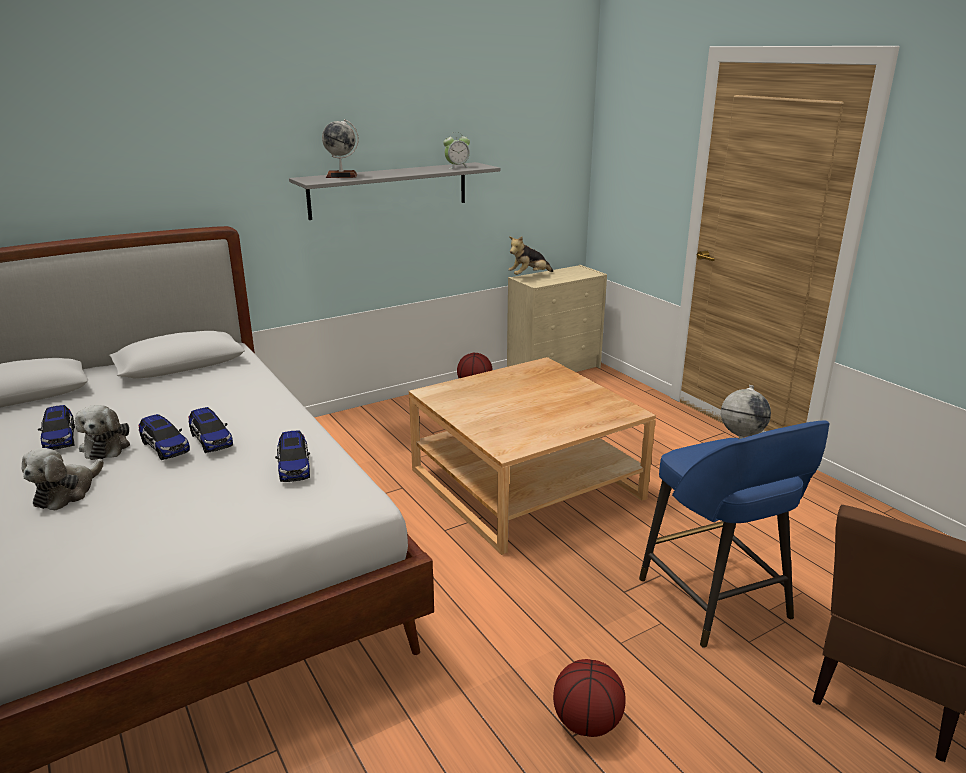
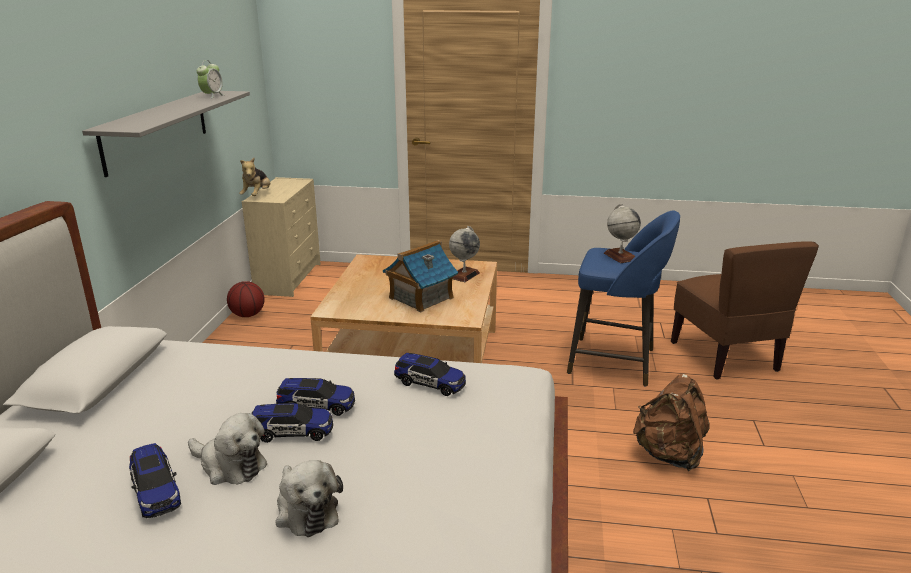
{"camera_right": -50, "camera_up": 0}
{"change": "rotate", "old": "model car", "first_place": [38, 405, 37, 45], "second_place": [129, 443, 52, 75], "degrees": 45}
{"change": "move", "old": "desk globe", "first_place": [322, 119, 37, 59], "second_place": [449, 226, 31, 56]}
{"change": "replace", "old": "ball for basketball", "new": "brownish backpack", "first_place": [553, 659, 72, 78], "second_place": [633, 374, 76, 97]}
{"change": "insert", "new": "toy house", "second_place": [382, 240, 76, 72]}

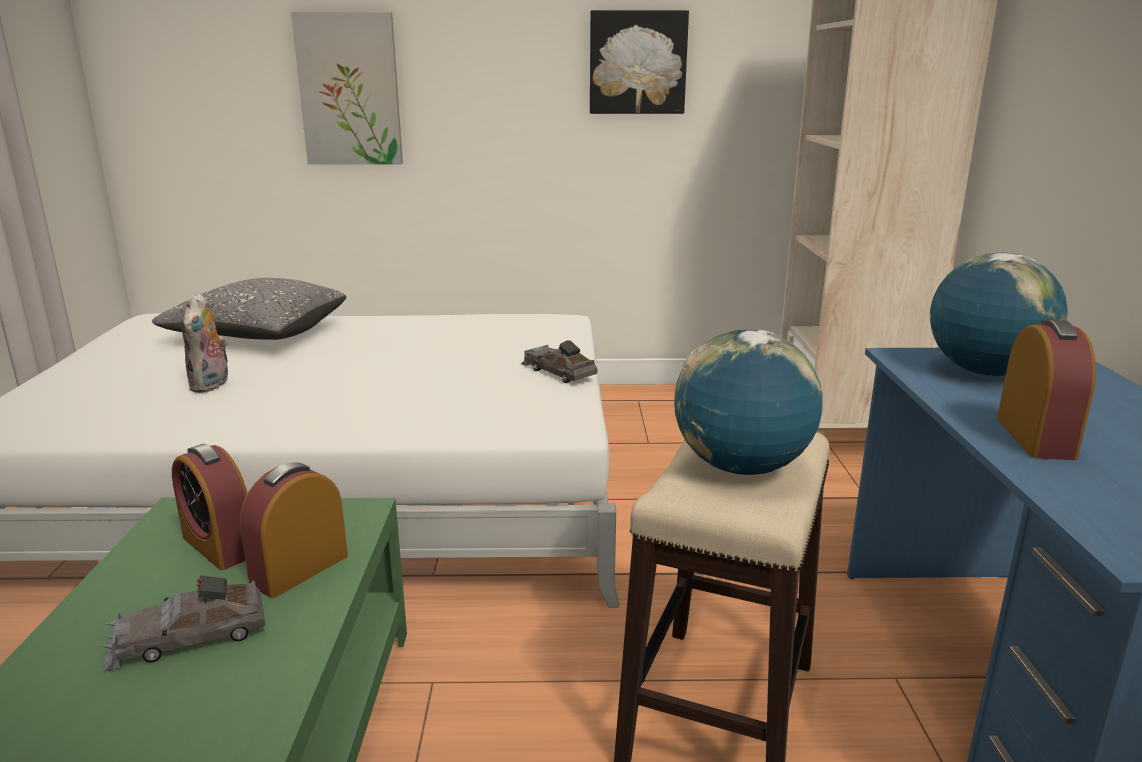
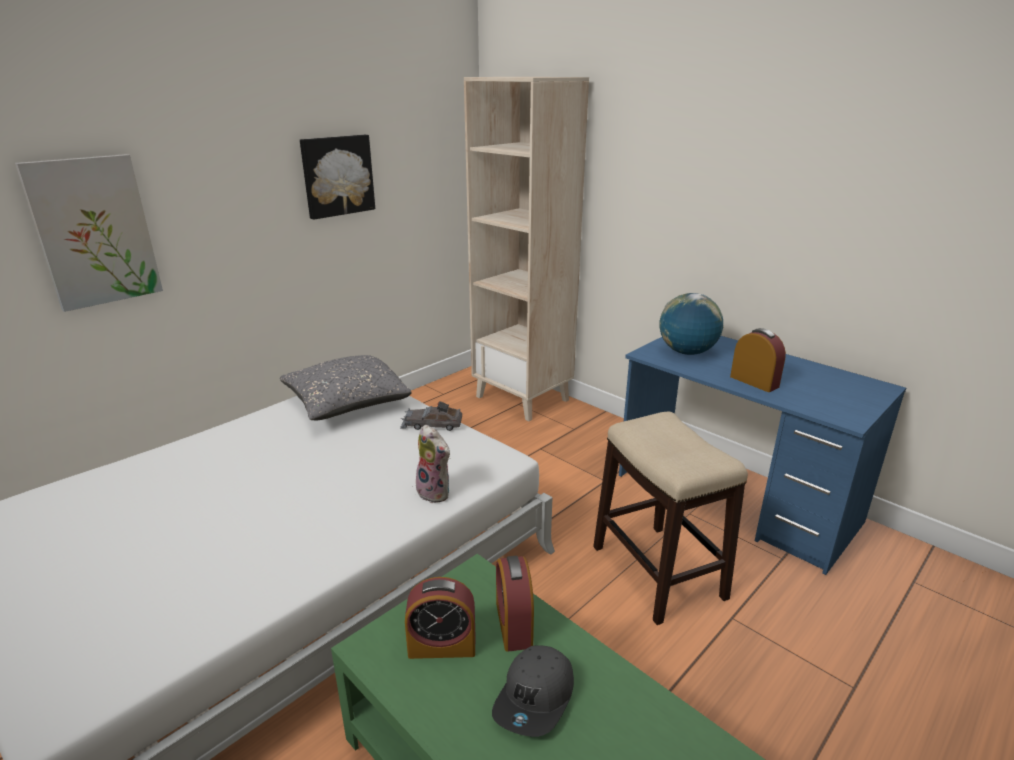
{"camera_right": -45, "camera_up": 5}
{"change": "replace", "old": "gray model car", "new": "gray baseball cap", "first_place": [101, 575, 164, 97], "second_place": [492, 645, 82, 92]}
{"change": "move", "old": "gray cushion", "first_place": [152, 278, 194, 62], "second_place": [280, 355, 132, 65]}
{"change": "move", "old": "soft toy", "first_place": [182, 293, 46, 100], "second_place": [416, 425, 34, 78]}
{"change": "delete", "old": "desk globe", "first_place": [674, 329, 149, 146]}

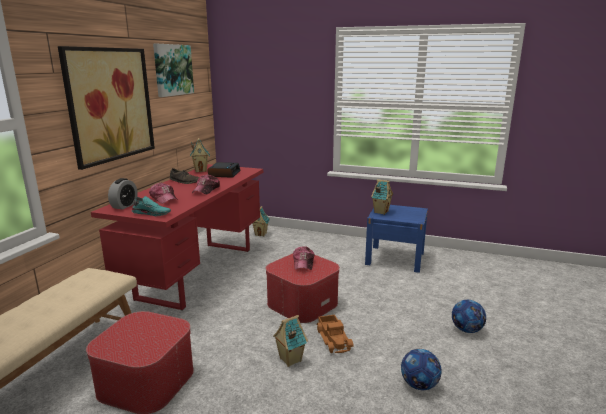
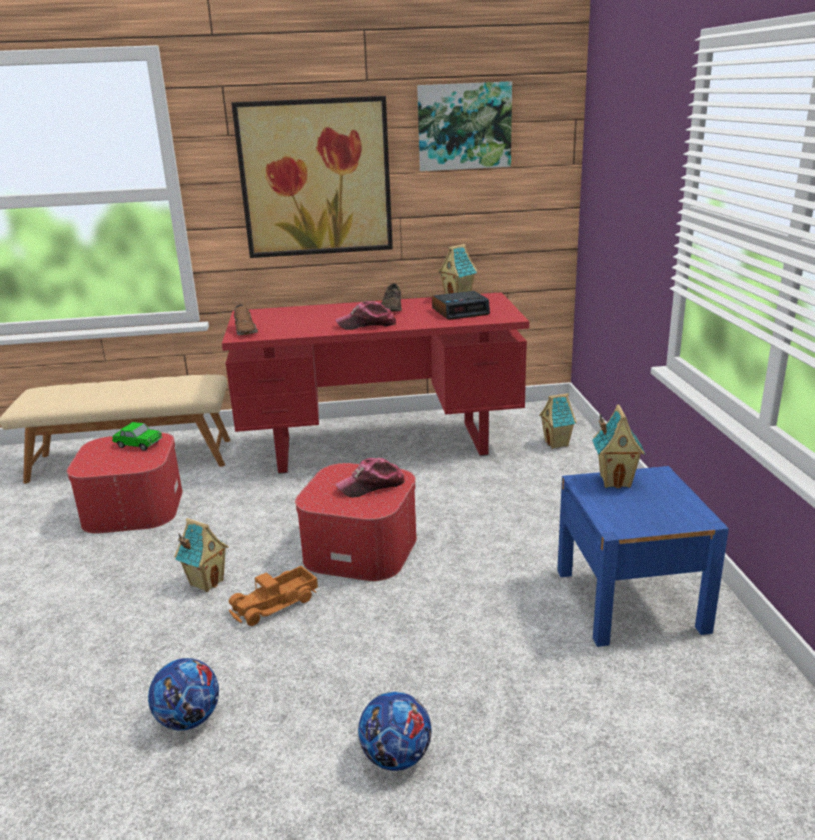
{"camera_right": 65, "camera_up": 5}
{"change": "delete", "old": "table clock", "first_place": [108, 178, 30, 31]}
{"change": "recolor", "old": "blue-green low shoe", "new": "brownish low shoe", "first_place": [132, 196, 39, 20], "second_place": [233, 304, 25, 31]}
{"change": "delete", "old": "baseball cap", "first_place": [149, 182, 29, 22]}
{"change": "insert", "new": "model car", "second_place": [112, 422, 51, 29]}

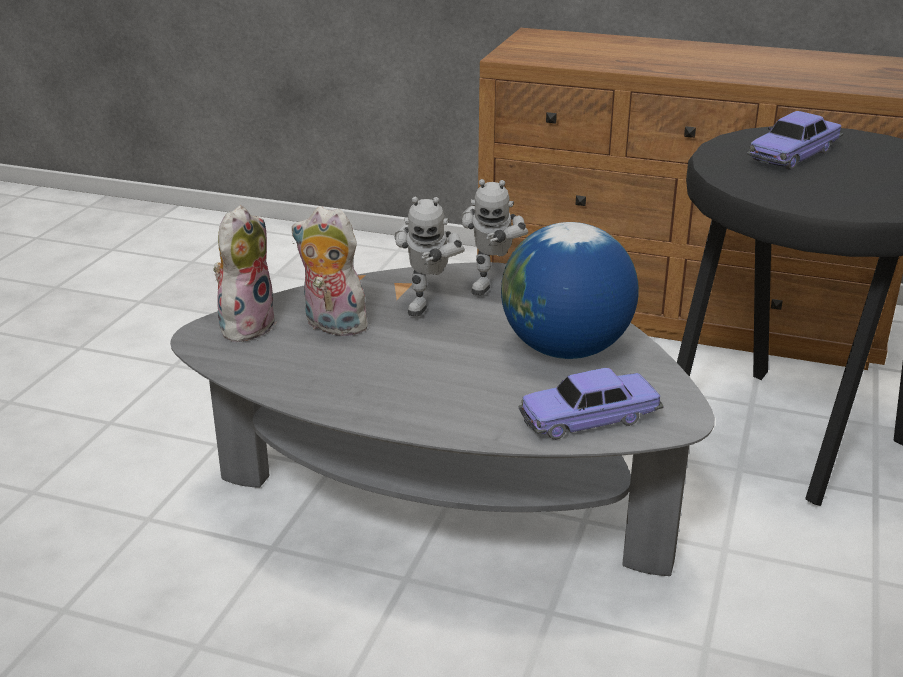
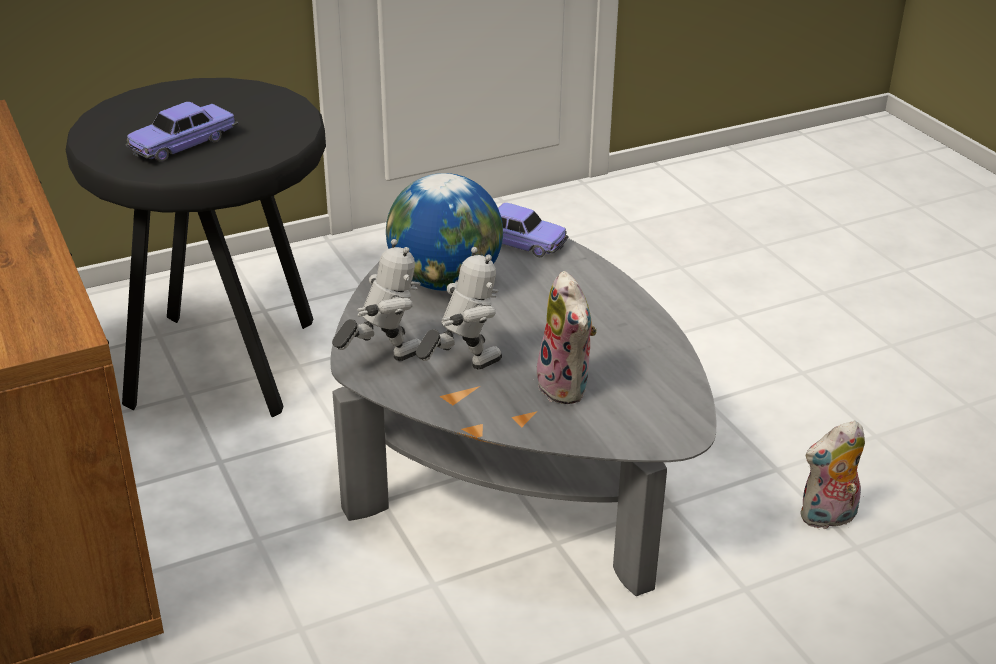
{"camera_right": -135, "camera_up": 5}
{"change": "move", "old": "soft toy", "first_place": [213, 205, 64, 137], "second_place": [801, 421, 64, 108]}
{"change": "rotate", "old": "model car", "first_place": [747, 111, 96, 59], "second_place": [125, 102, 113, 60], "degrees": 135}

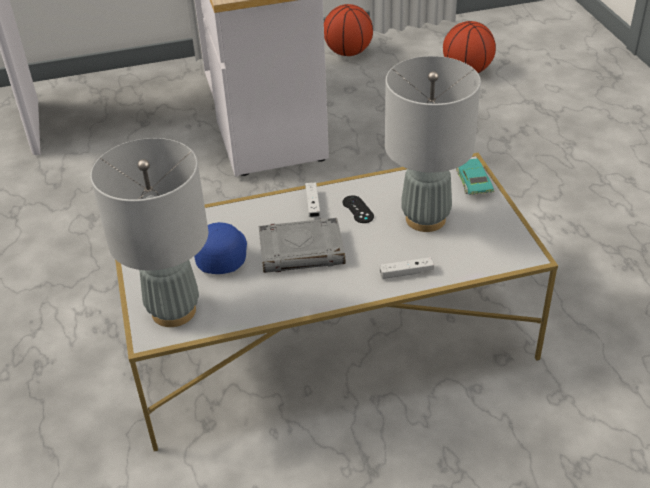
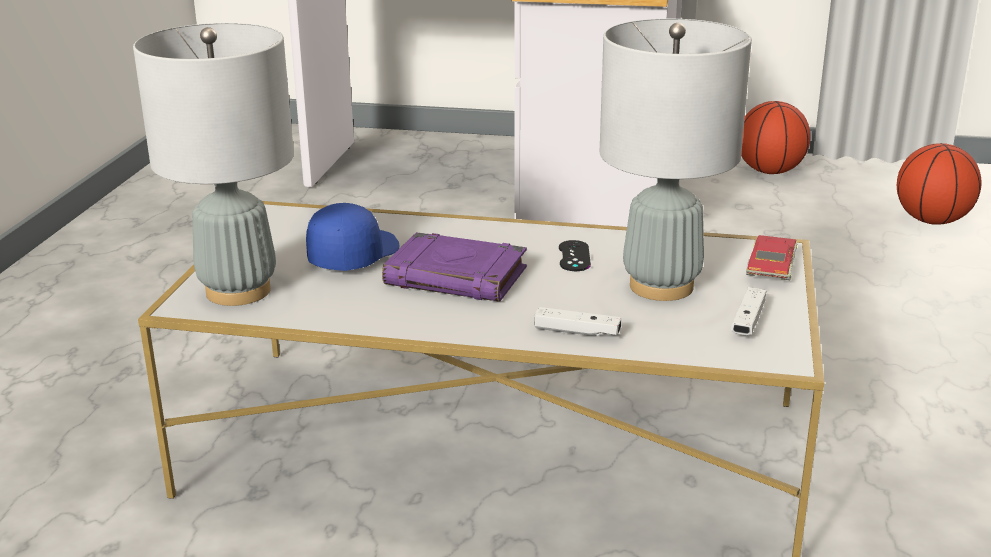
{"camera_right": 25, "camera_up": -15}
{"change": "recolor", "old": "gray book", "new": "purple-coloured book", "first_place": [259, 218, 86, 55], "second_place": [382, 232, 145, 70]}
{"change": "move", "old": "white gamepad", "first_place": [305, 182, 16, 35], "second_place": [731, 287, 35, 48]}
{"change": "recolor", "old": "blue-green model car", "new": "reddish model car", "first_place": [456, 159, 38, 36], "second_place": [746, 235, 51, 45]}

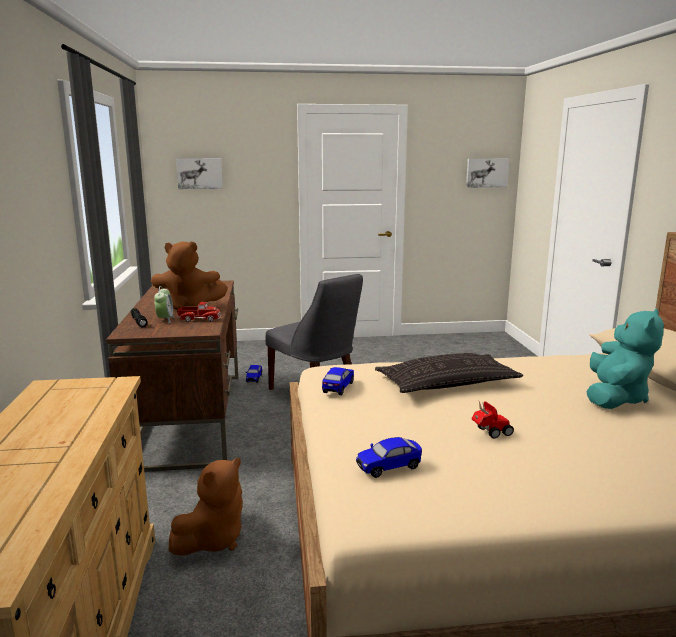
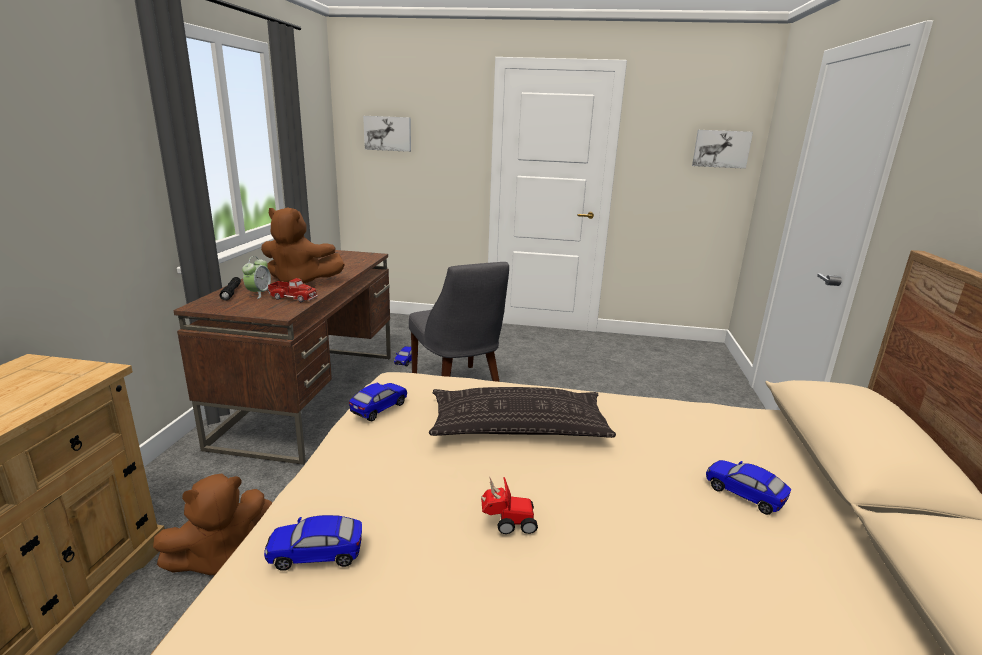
{"camera_right": 15, "camera_up": 5}
{"change": "replace", "old": "blue-green soft toy", "new": "model car", "first_place": [587, 308, 77, 101], "second_place": [706, 460, 85, 55]}

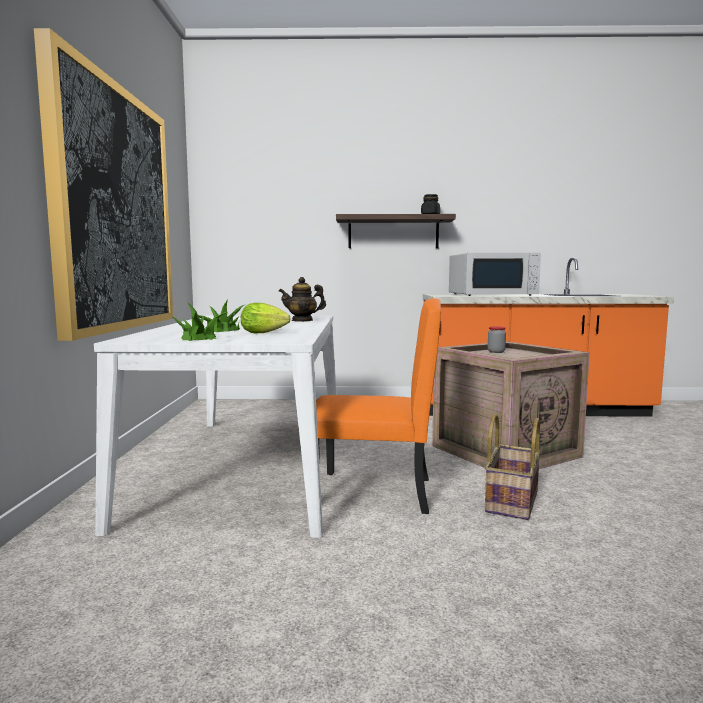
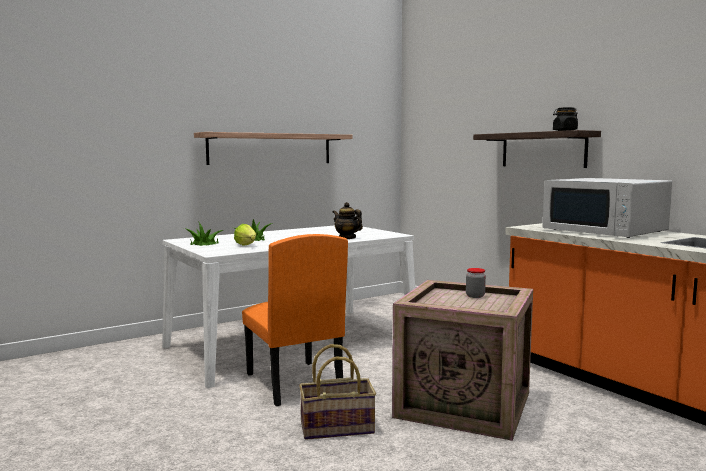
{"camera_right": 55, "camera_up": 0}
{"change": "replace", "old": "picture", "new": "wall shelf", "first_place": [34, 28, 139, 313], "second_place": [194, 132, 158, 33]}

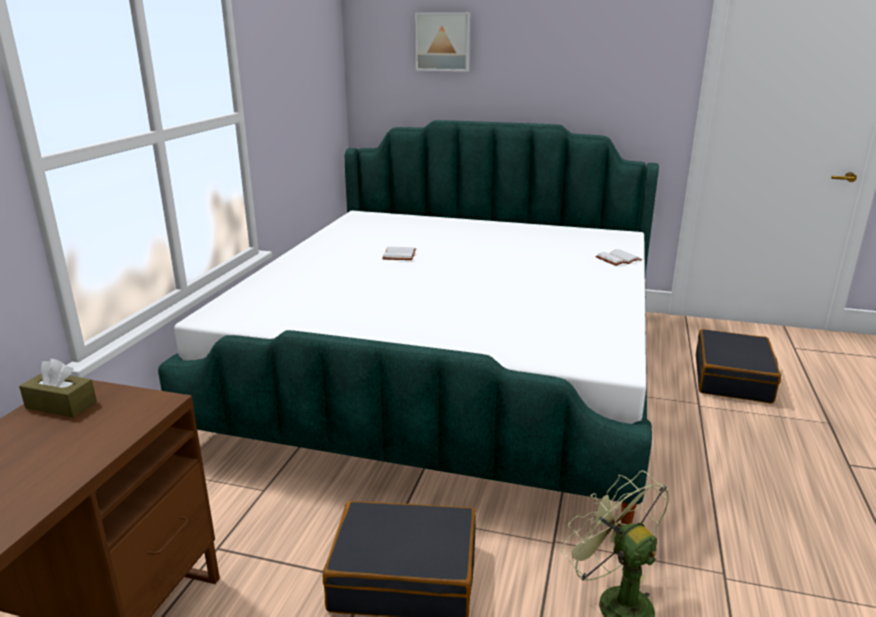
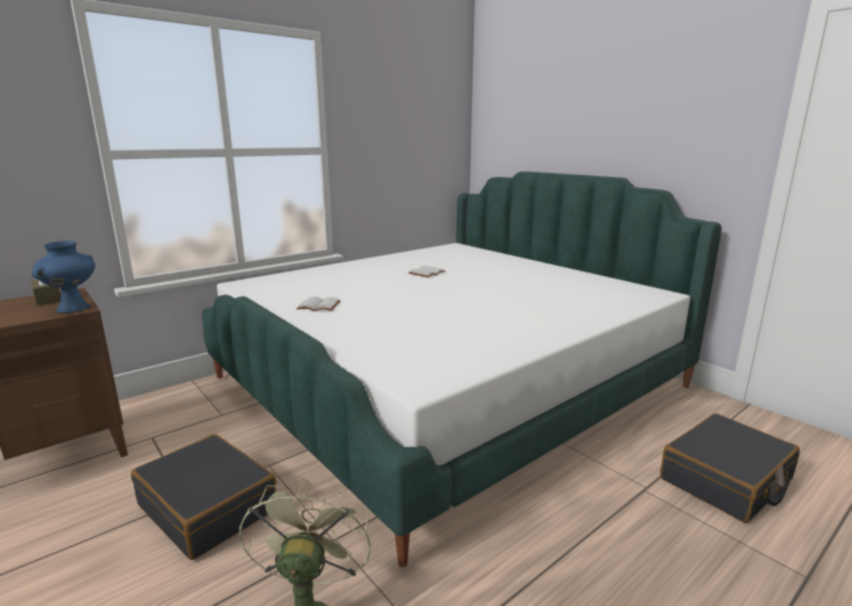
{"camera_right": 35, "camera_up": -5}
{"change": "delete", "old": "picture", "first_place": [415, 12, 55, 60]}
{"change": "move", "old": "white book", "first_place": [595, 249, 47, 17], "second_place": [296, 296, 45, 15]}
{"change": "insert", "new": "blue flower vase", "second_place": [32, 241, 63, 72]}

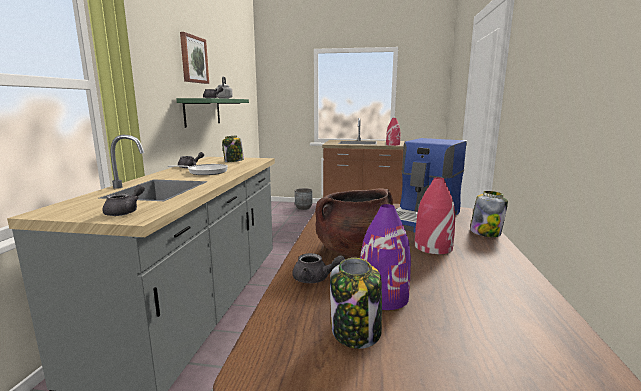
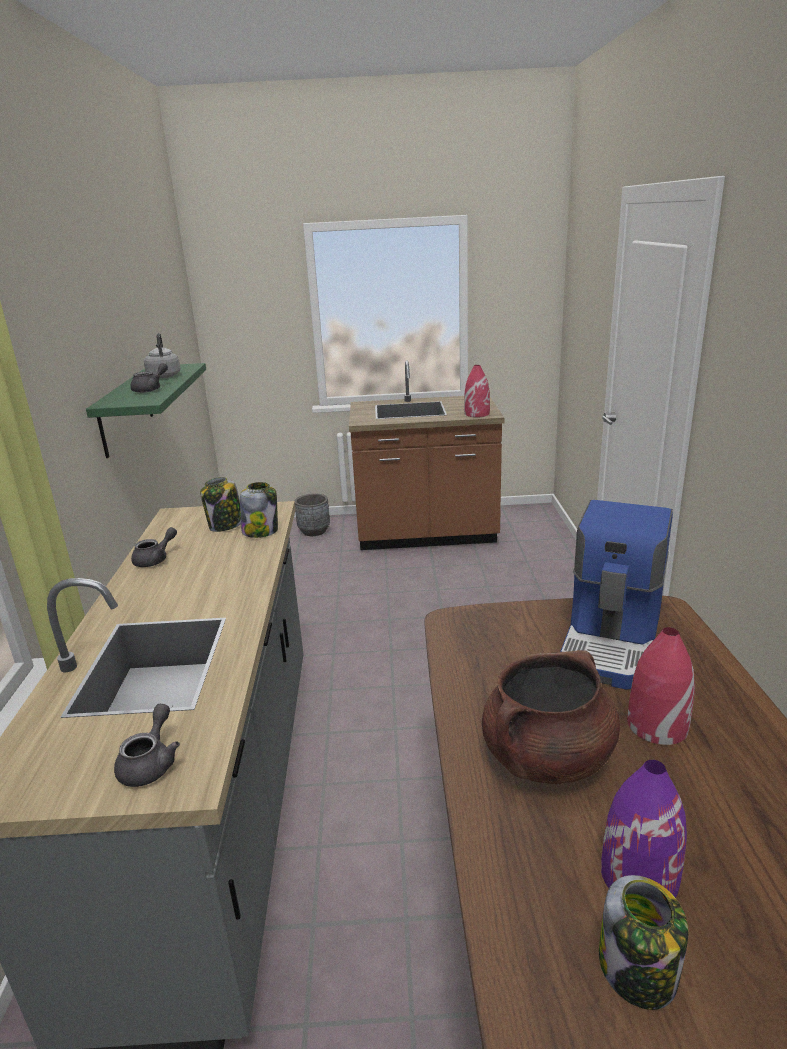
{"camera_right": -10, "camera_up": 10}
{"change": "delete", "old": "skillet", "first_place": [168, 164, 60, 11]}
{"change": "delete", "old": "picture", "first_place": [180, 32, 29, 52]}
{"change": "delete", "old": "gray teapot", "first_place": [293, 253, 52, 30]}
{"change": "move", "old": "preserve jar", "first_place": [470, 191, 38, 46], "second_place": [240, 482, 38, 56]}

